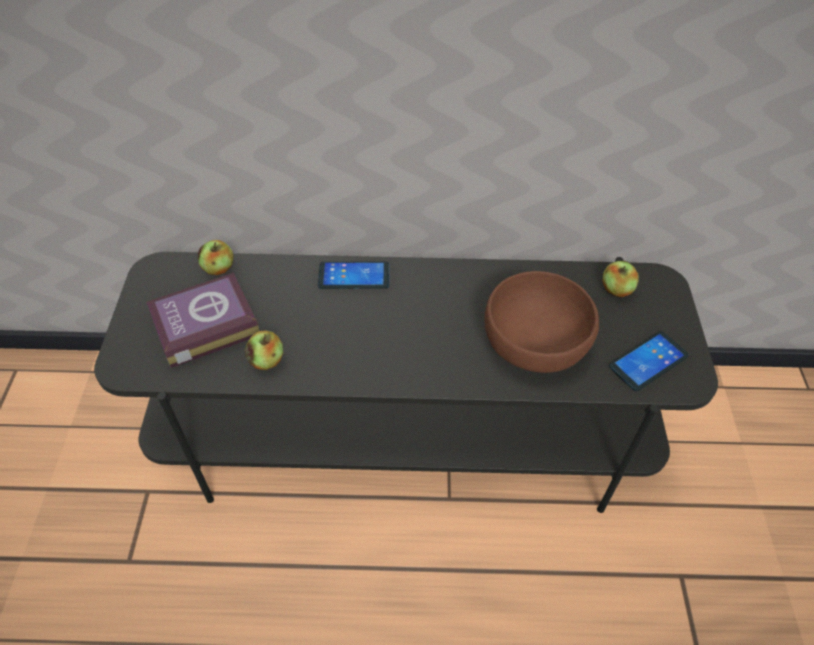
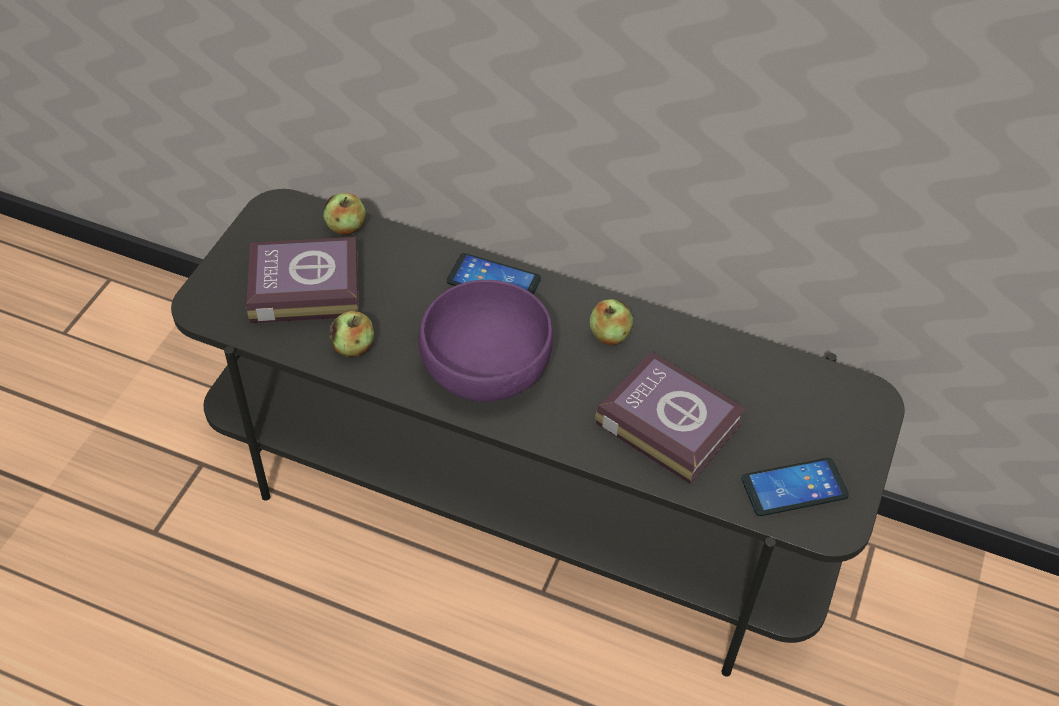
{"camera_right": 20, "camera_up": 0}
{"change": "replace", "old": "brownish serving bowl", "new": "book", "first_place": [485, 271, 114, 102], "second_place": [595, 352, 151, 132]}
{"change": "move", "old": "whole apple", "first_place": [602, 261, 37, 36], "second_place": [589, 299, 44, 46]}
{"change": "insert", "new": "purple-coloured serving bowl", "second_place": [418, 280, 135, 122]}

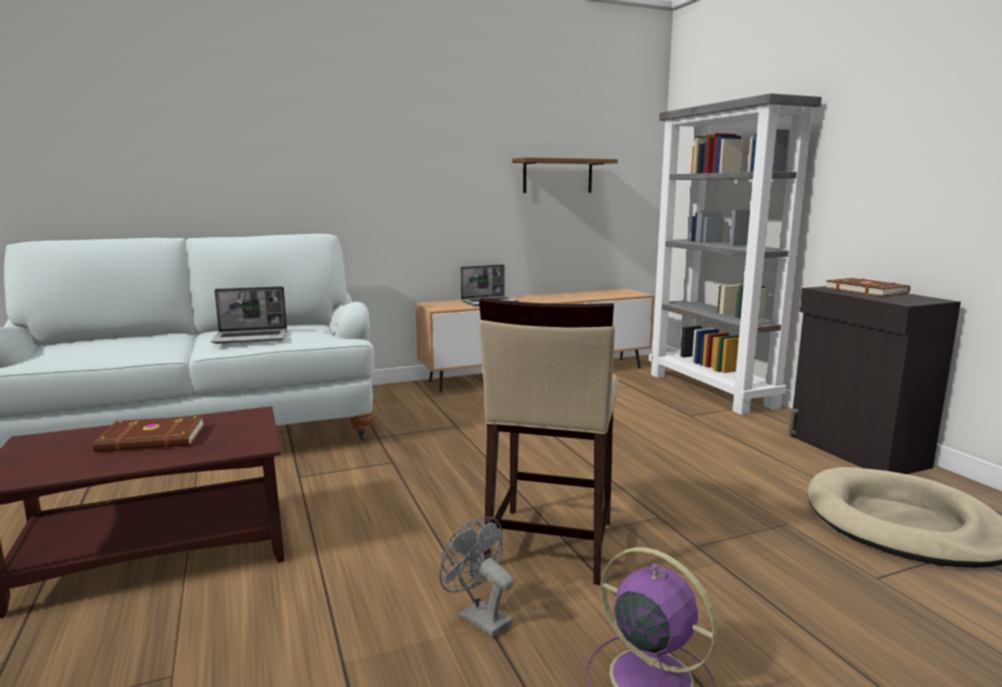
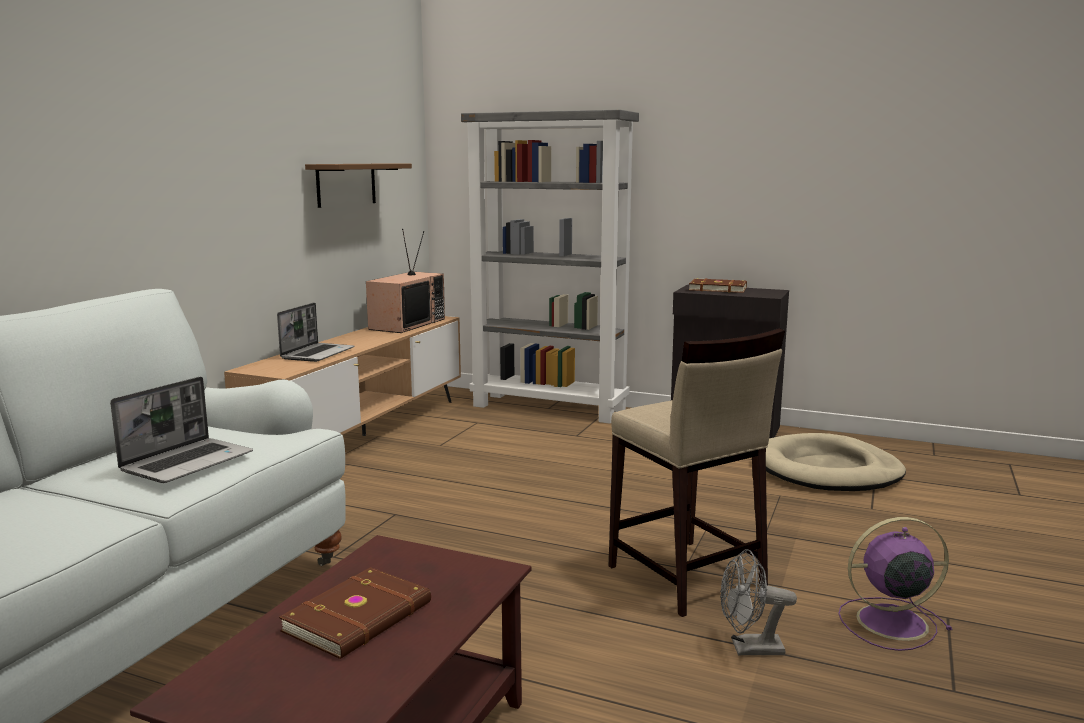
{"camera_right": -45, "camera_up": 0}
{"change": "insert", "new": "TV set", "second_place": [366, 229, 79, 104]}

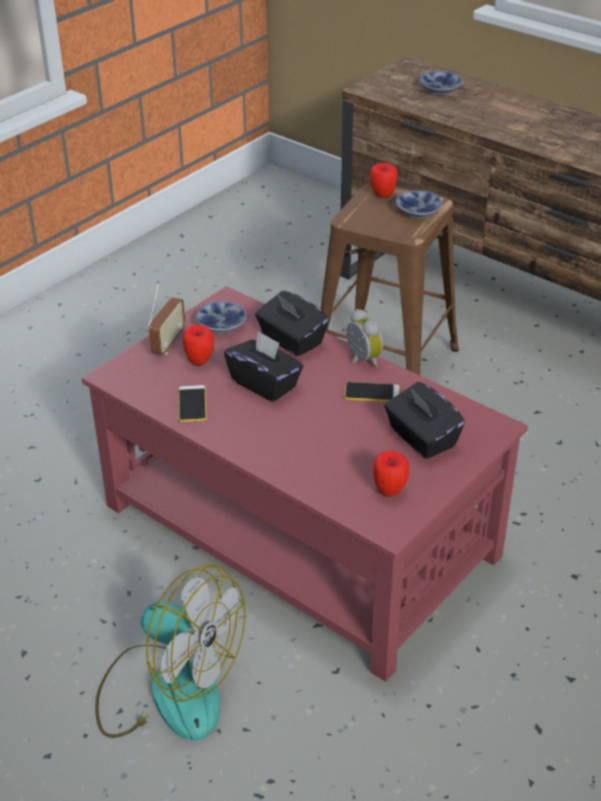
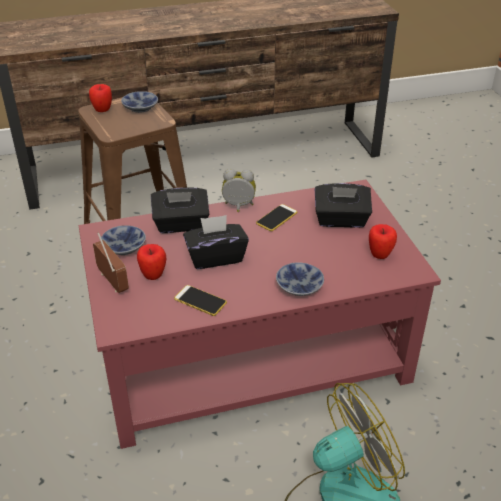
{"camera_right": -55, "camera_up": 0}
{"change": "move", "old": "serving bowl", "first_place": [420, 71, 42, 24], "second_place": [276, 262, 48, 34]}

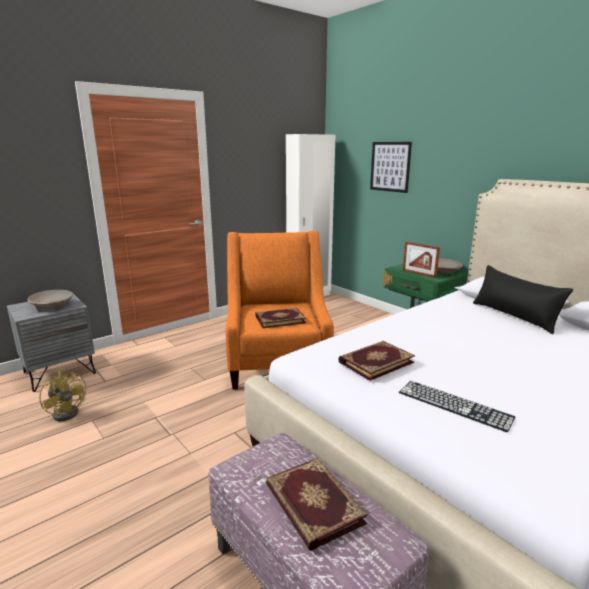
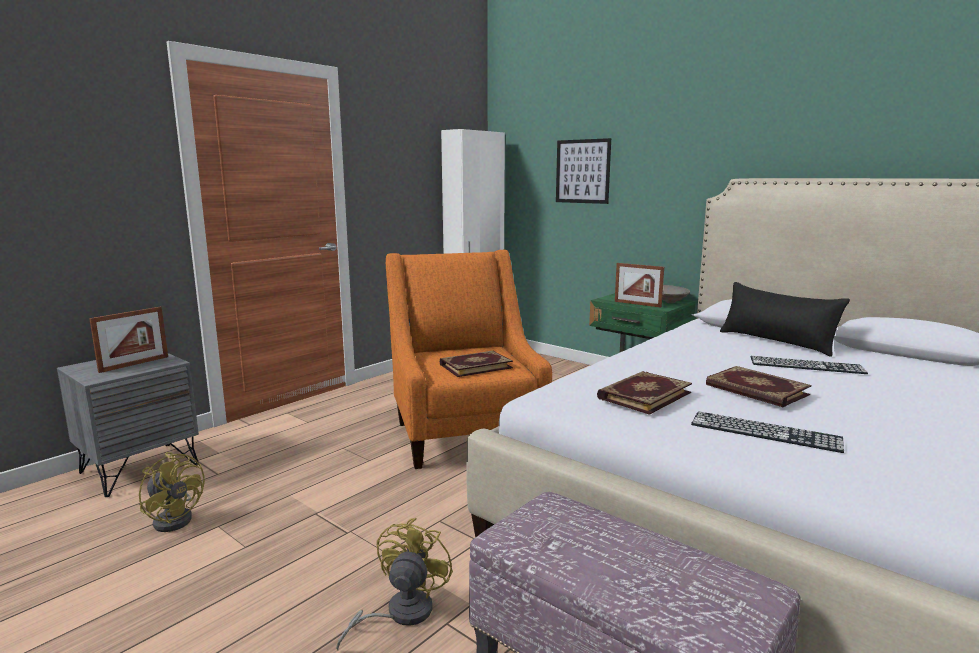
{"camera_right": -10, "camera_up": -5}
{"change": "replace", "old": "beige-coloured serving bowl", "new": "photo frame", "first_place": [28, 290, 45, 21], "second_place": [89, 307, 79, 66]}
{"change": "move", "old": "book", "first_place": [266, 458, 101, 93], "second_place": [706, 366, 105, 41]}
{"change": "insert", "new": "yellowish electric fan", "second_place": [336, 518, 117, 133]}
{"change": "insert", "new": "keyboard", "second_place": [751, 356, 117, 18]}

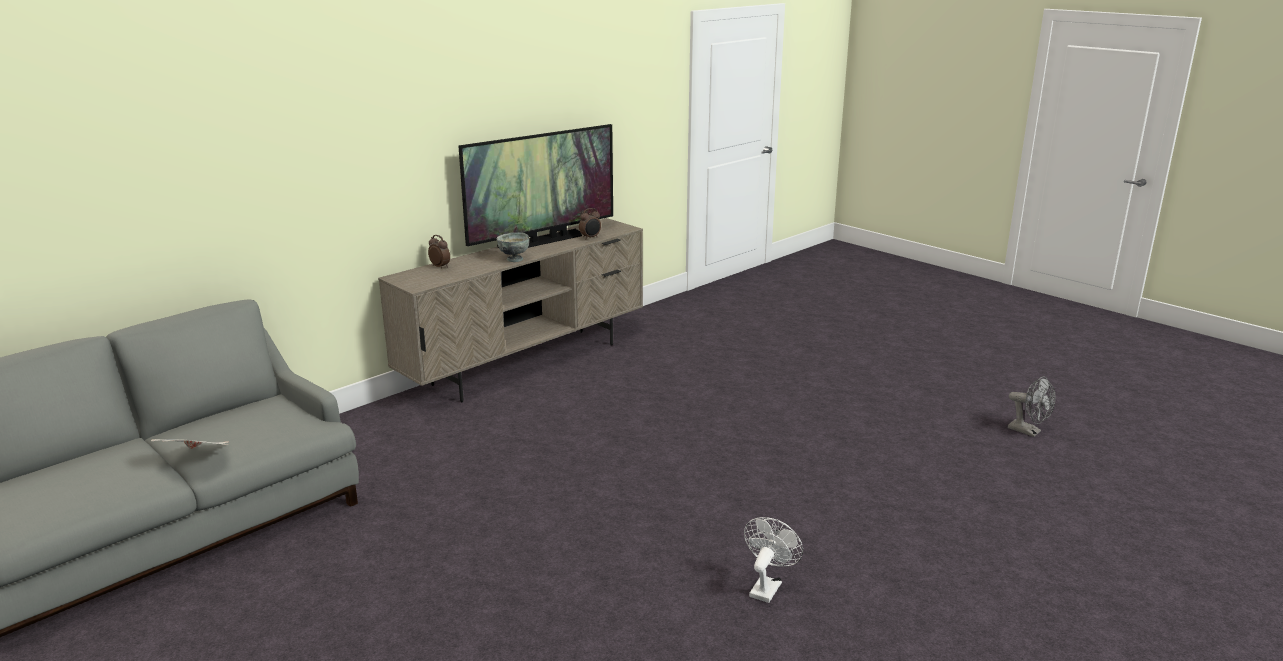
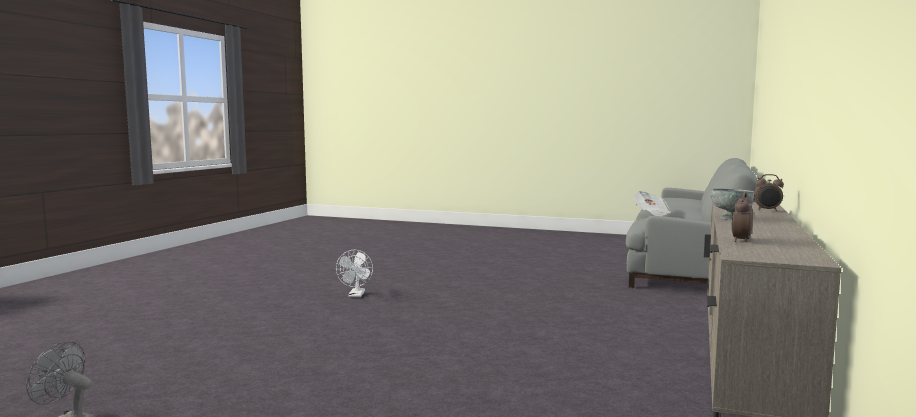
{"camera_right": 155, "camera_up": -15}
{"change": "delete", "old": "TV set", "first_place": [458, 124, 155, 124]}

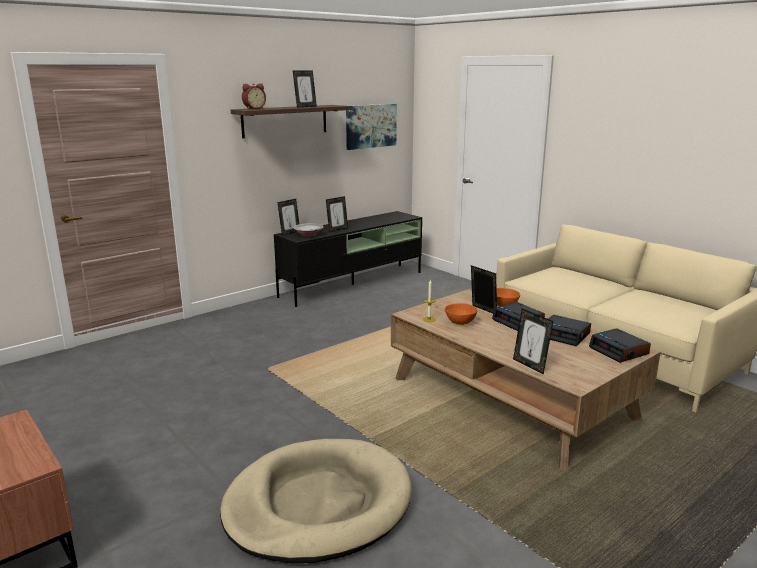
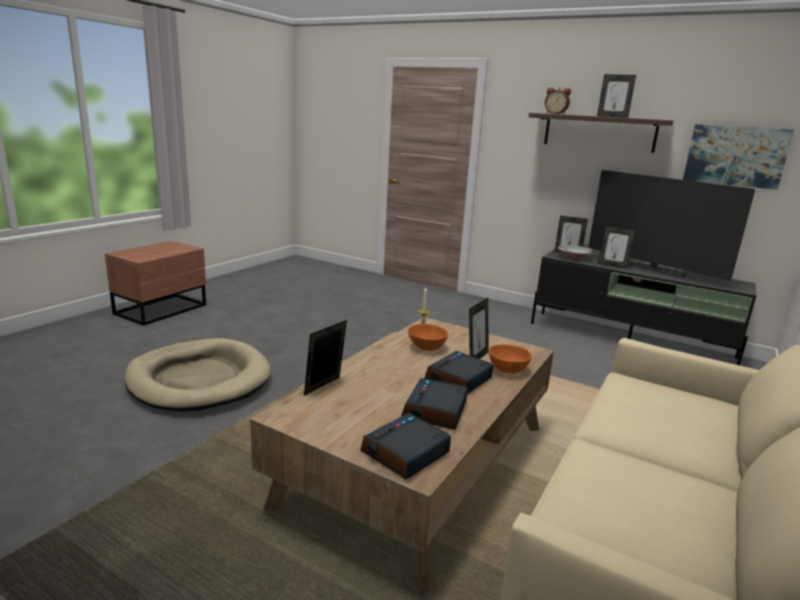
{"camera_right": 70, "camera_up": 0}
{"change": "insert", "new": "TV set", "second_place": [588, 170, 167, 111]}

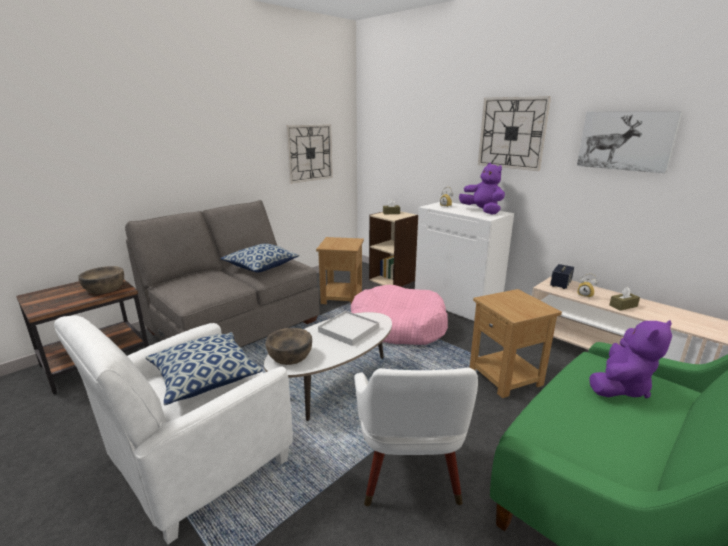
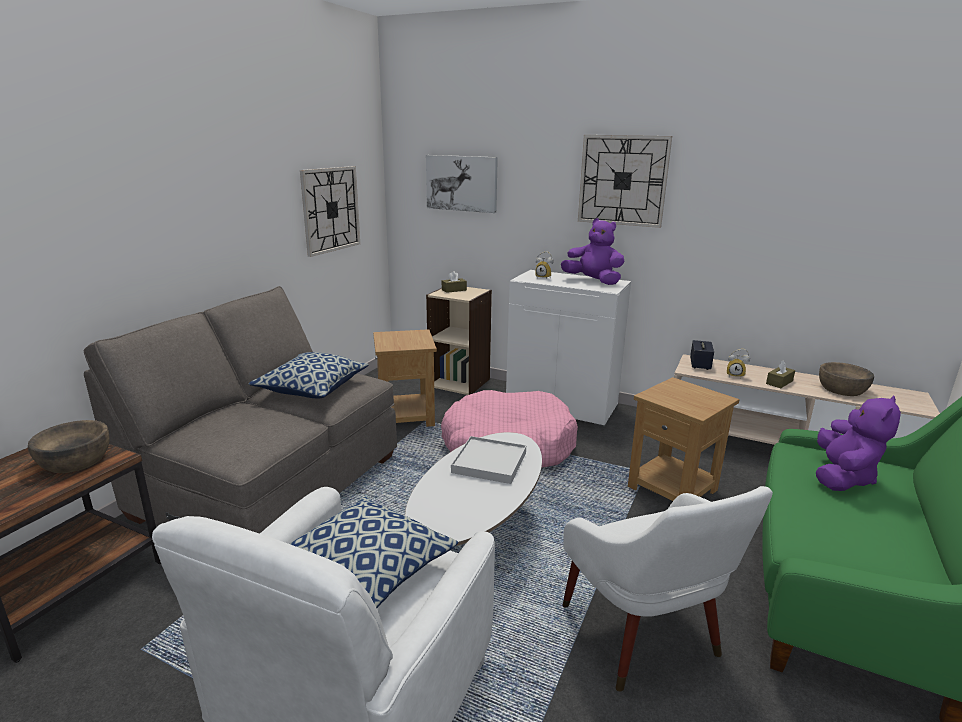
{"camera_right": -20, "camera_up": 0}
{"change": "move", "old": "brownish serving bowl", "first_place": [266, 328, 46, 37], "second_place": [819, 362, 55, 34]}
{"change": "move", "old": "picture", "first_place": [577, 111, 105, 62], "second_place": [426, 155, 72, 58]}

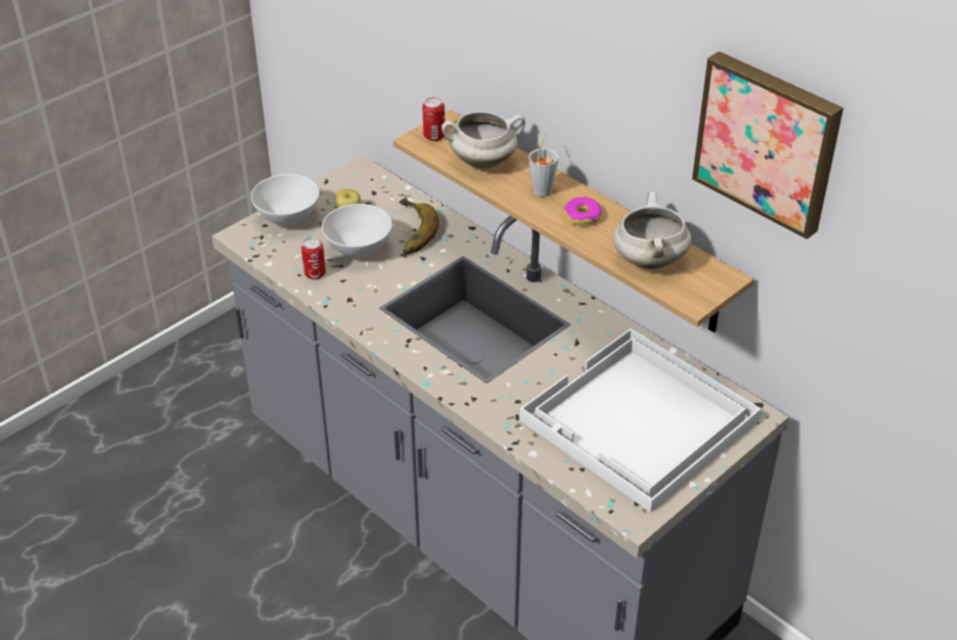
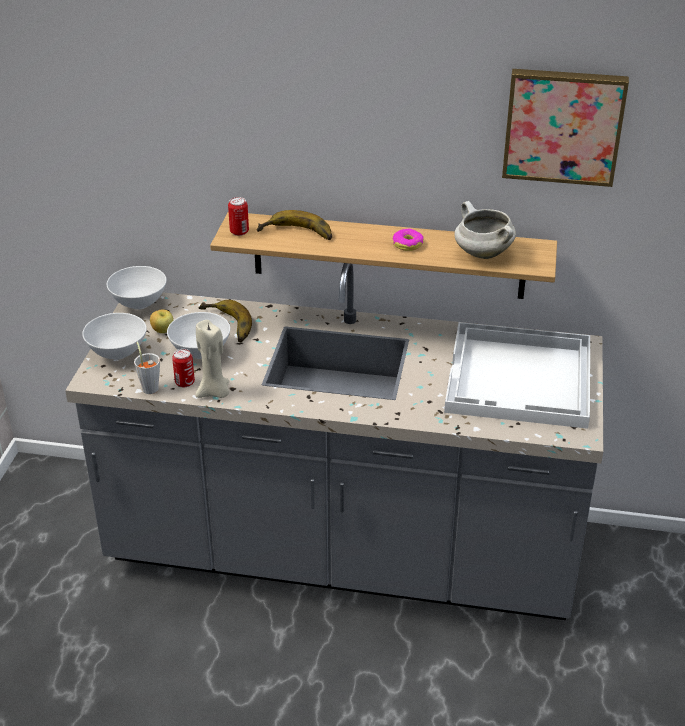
{"camera_right": -35, "camera_up": -5}
{"change": "replace", "old": "white cooking pot", "new": "whole banana", "first_place": [442, 111, 83, 58], "second_place": [256, 210, 76, 30]}
{"change": "move", "old": "gray drinking cup", "first_place": [529, 133, 30, 64], "second_place": [134, 341, 26, 53]}
{"change": "insert", "new": "white serving bowl", "second_place": [107, 266, 60, 44]}
{"change": "insert", "new": "beige-coloured candle", "second_place": [196, 320, 33, 78]}

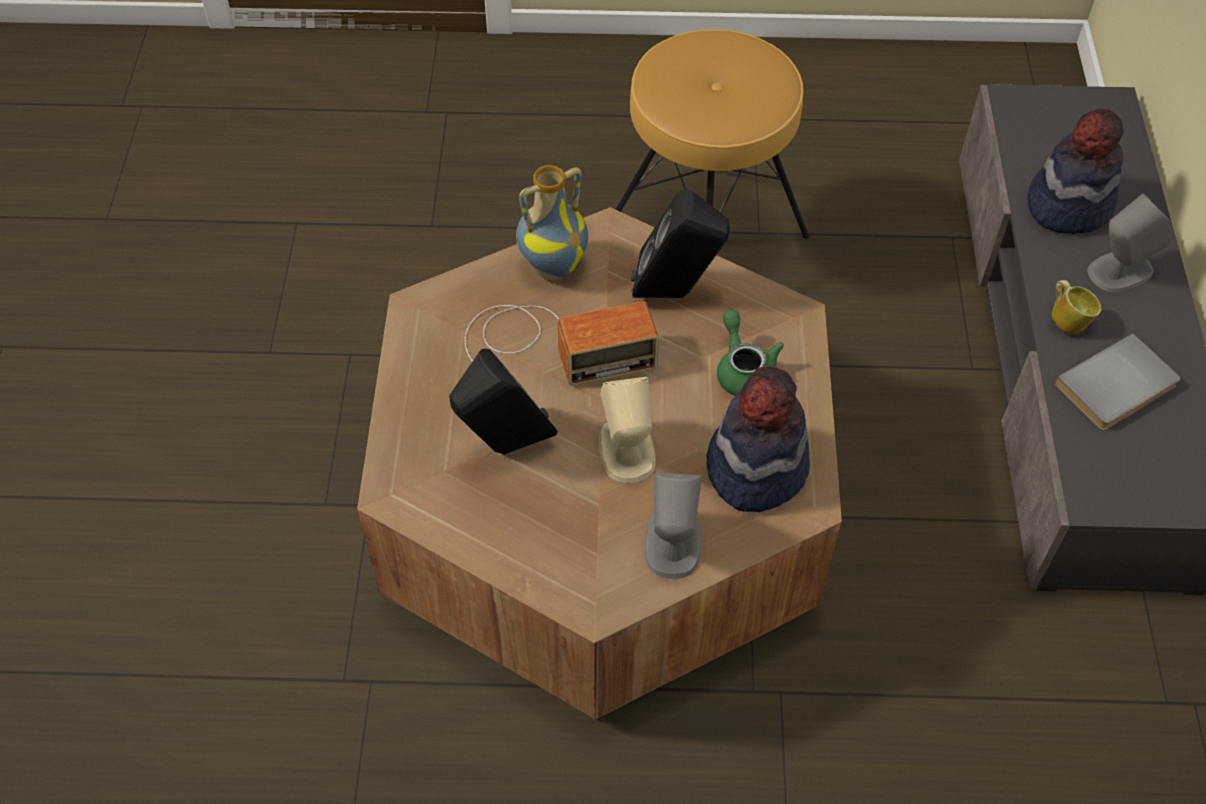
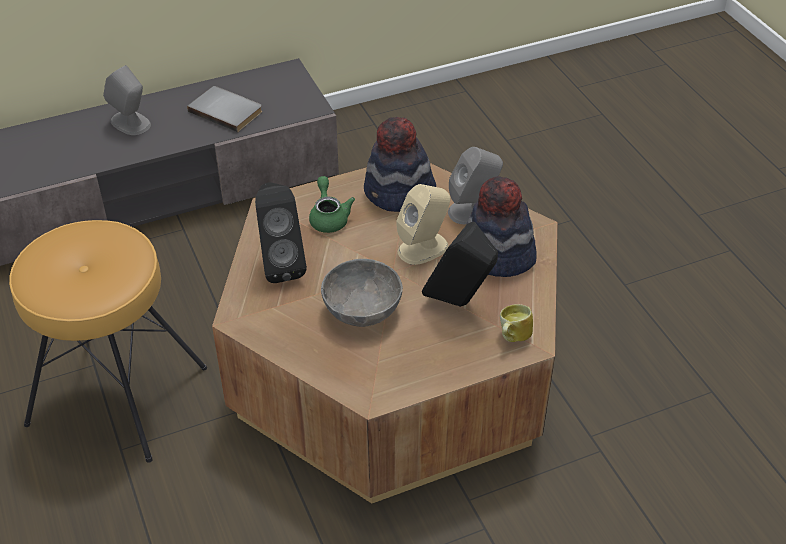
{"camera_right": -115, "camera_up": -10}
{"change": "replace", "old": "radio set", "new": "gray serving bowl", "first_place": [465, 301, 194, 85], "second_place": [321, 259, 82, 68]}
{"change": "delete", "old": "flower vase", "first_place": [516, 165, 72, 115]}
{"change": "rotate", "old": "green teapot", "first_place": [717, 310, 67, 86], "second_place": [309, 176, 46, 57], "degrees": 120}
{"change": "move", "old": "clothing hat", "first_place": [1028, 108, 96, 126], "second_place": [466, 176, 71, 101]}
{"change": "move", "old": "coffee mug", "first_place": [1052, 280, 49, 55], "second_place": [500, 304, 33, 38]}

